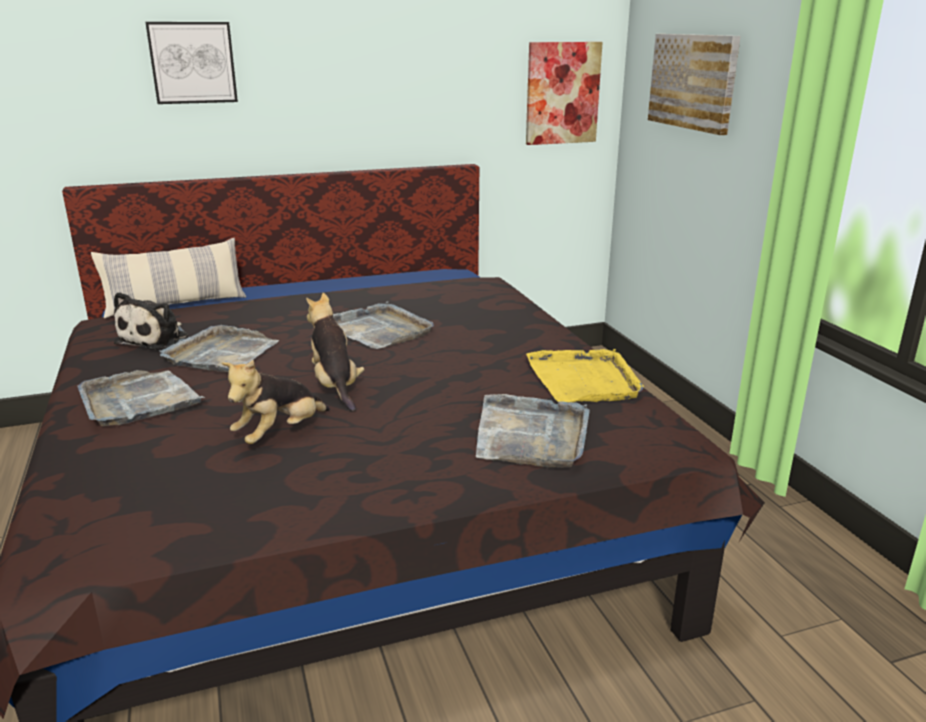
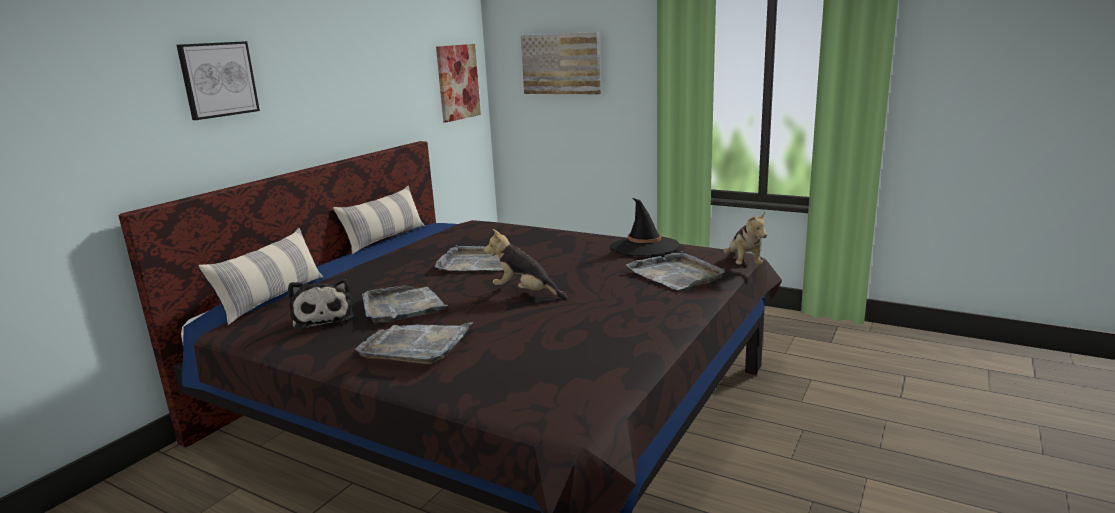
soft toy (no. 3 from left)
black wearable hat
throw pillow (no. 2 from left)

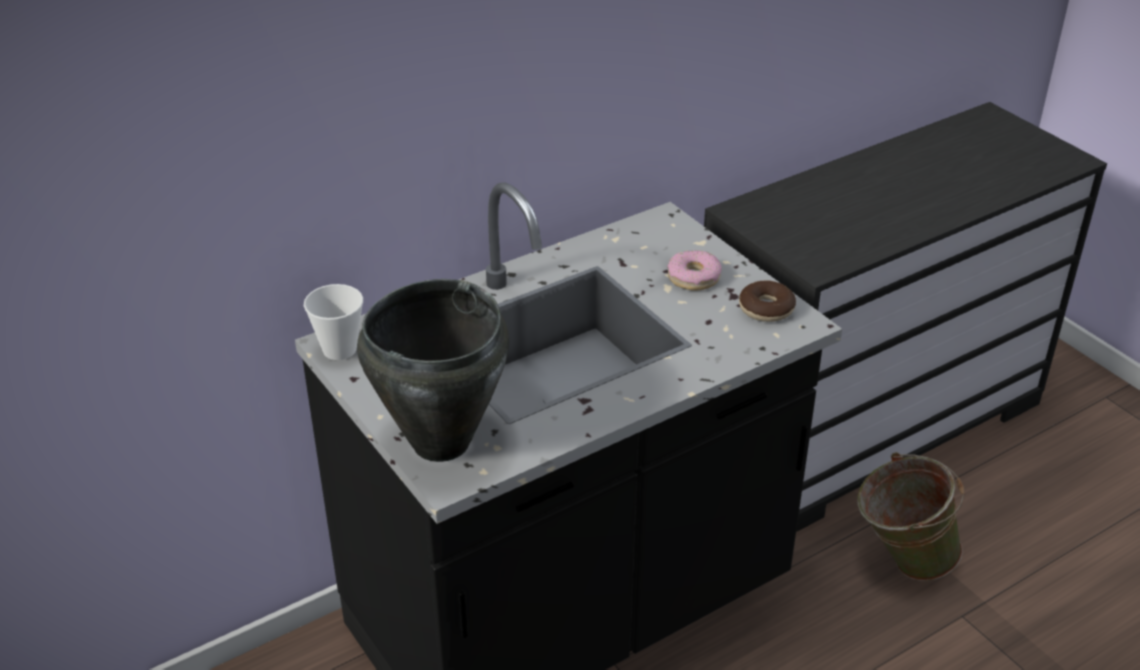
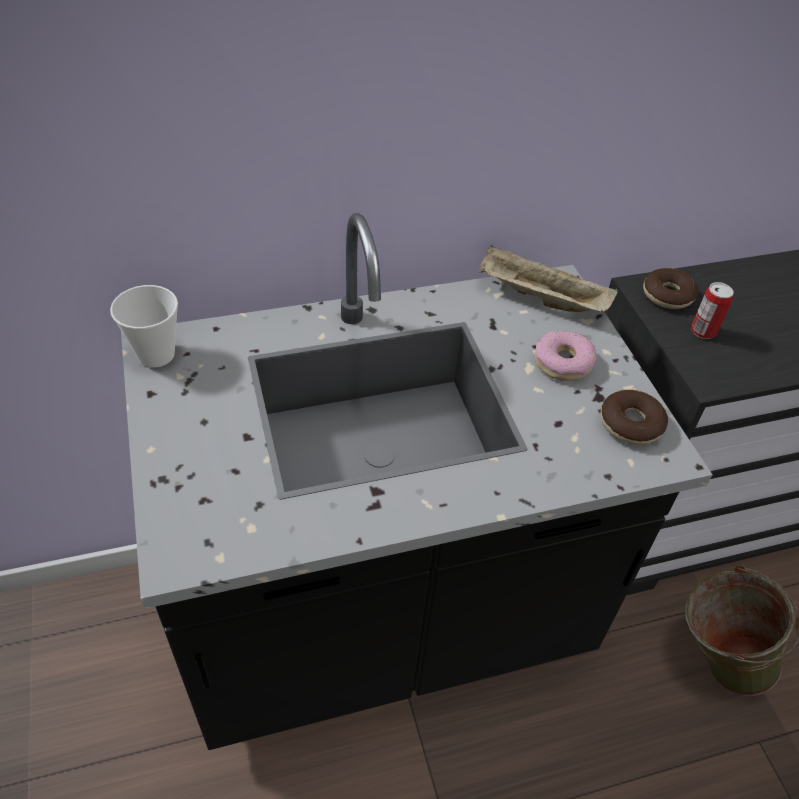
black saucepot
beige serving tray
ring doughnut (no. 3 from left)
sealed can

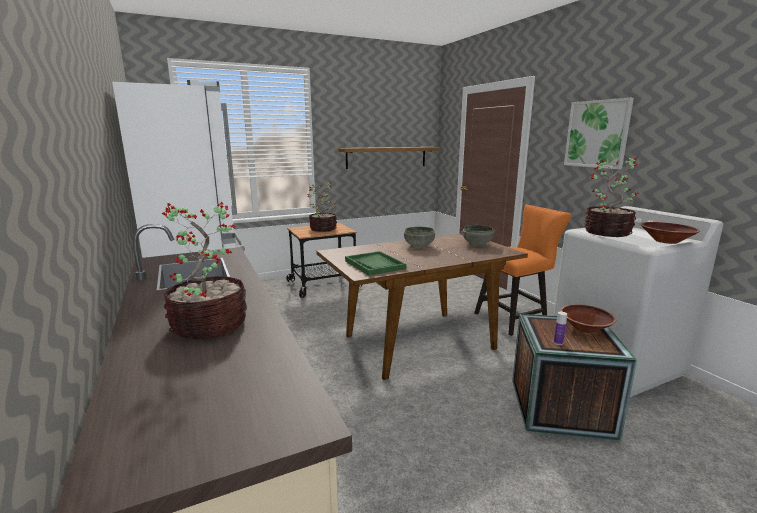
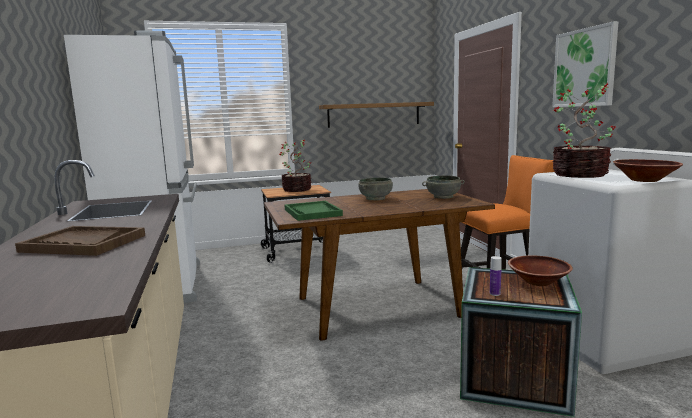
brown-coloured serving tray

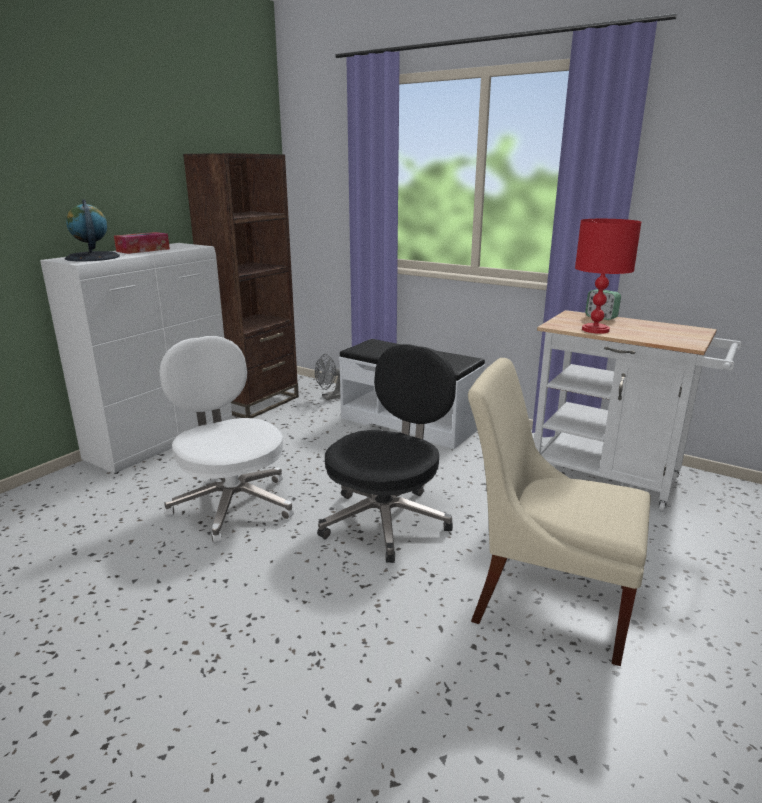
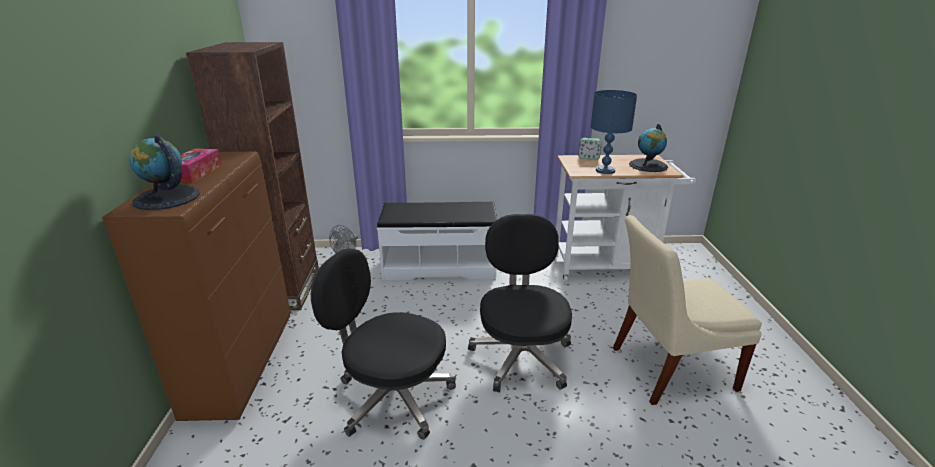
brown-coloured cabinet
black desk chair (no. 1 from left)
bluish lamp for a table
globe (no. 2 from left)

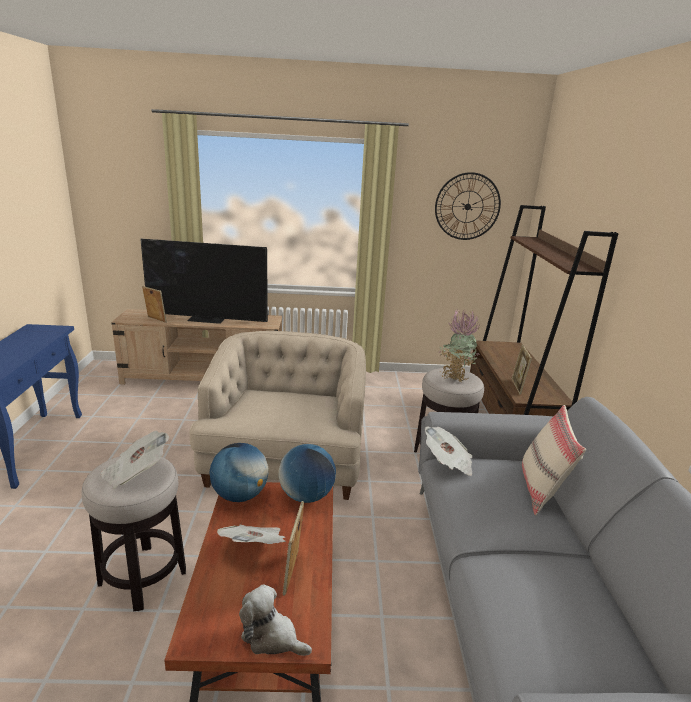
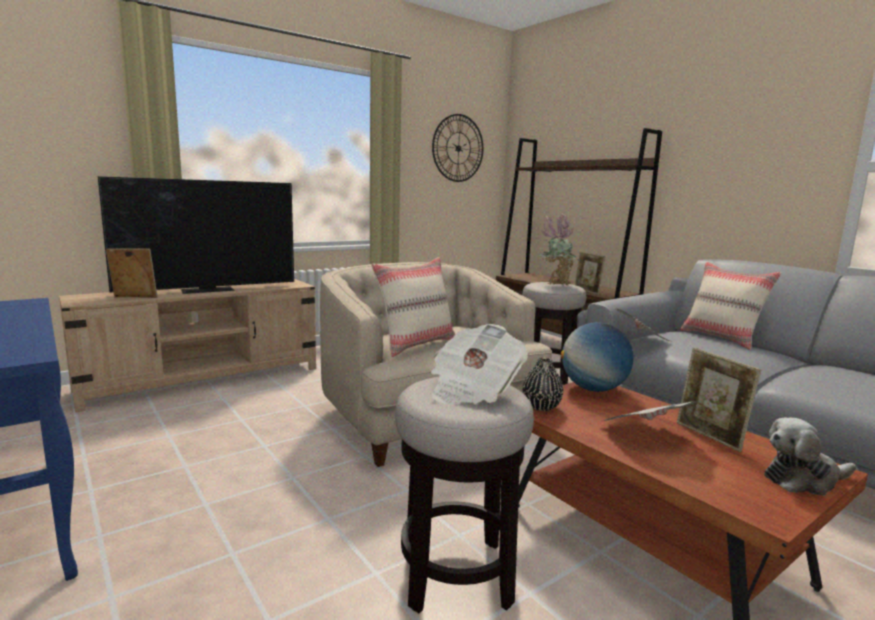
black flower vase
beige throw pillow (no. 1 from left)

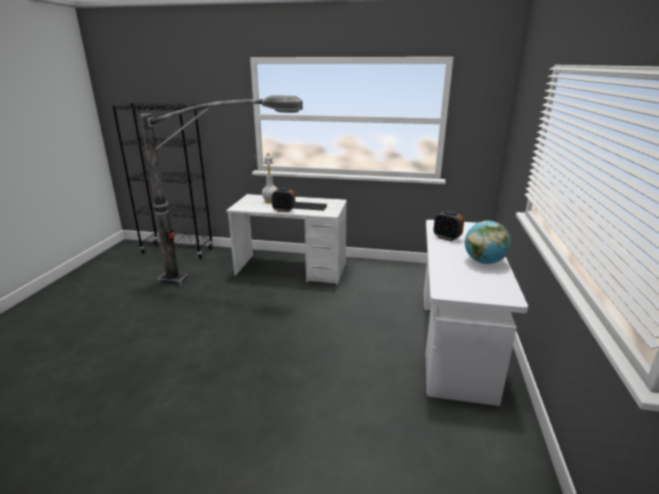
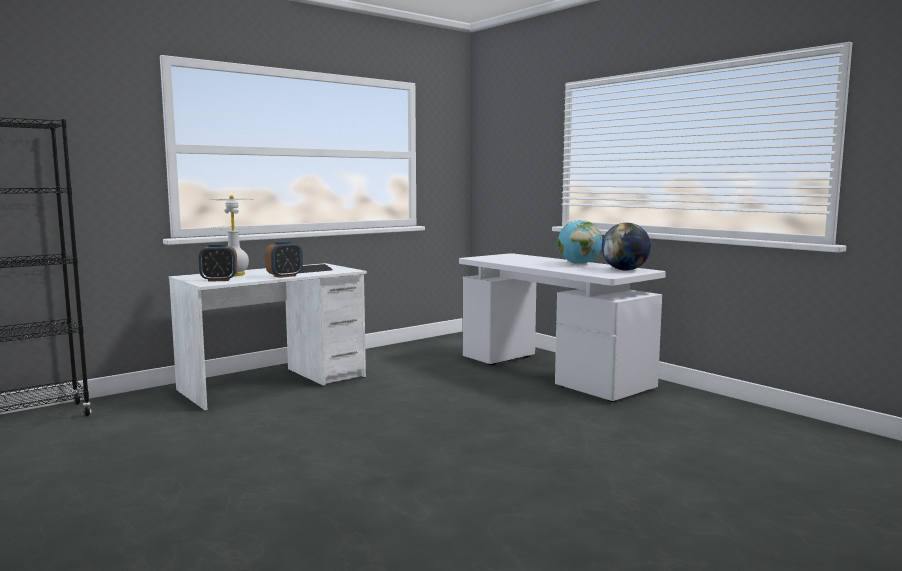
floor lamp
table clock (no. 1 from left)
globe (no. 2 from left)

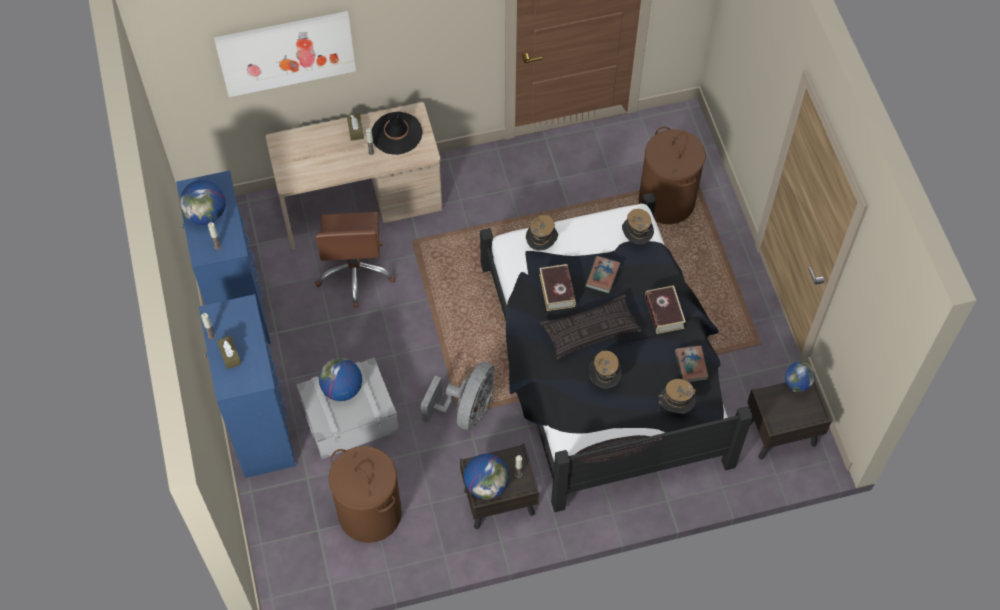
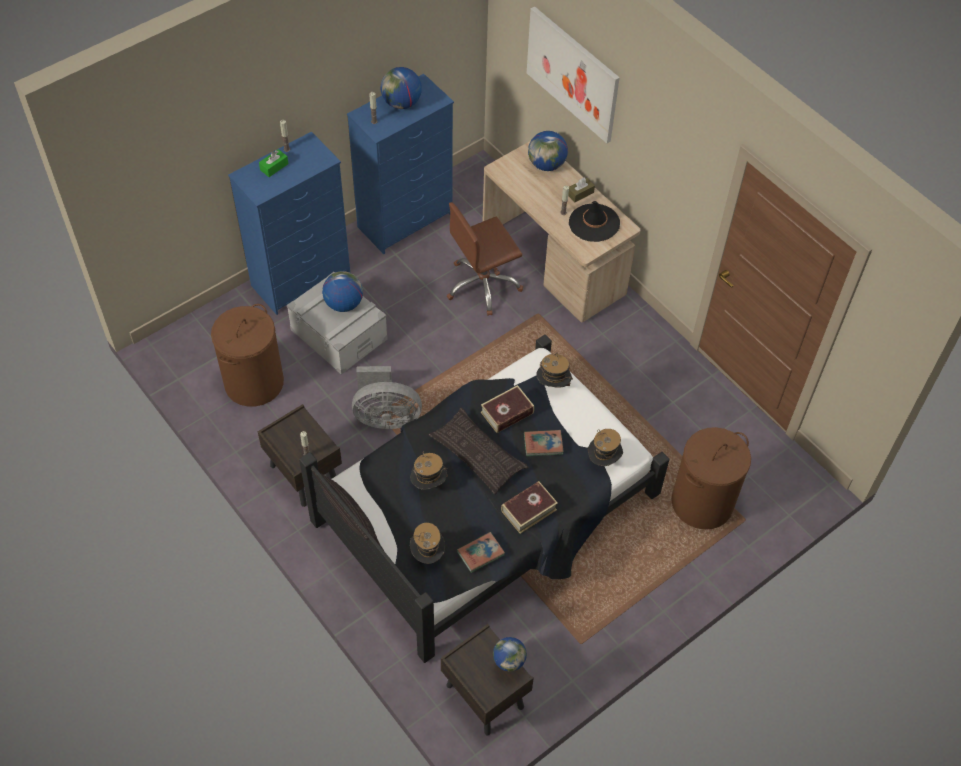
green-coloured box of tissues
globe (no. 4 from left)

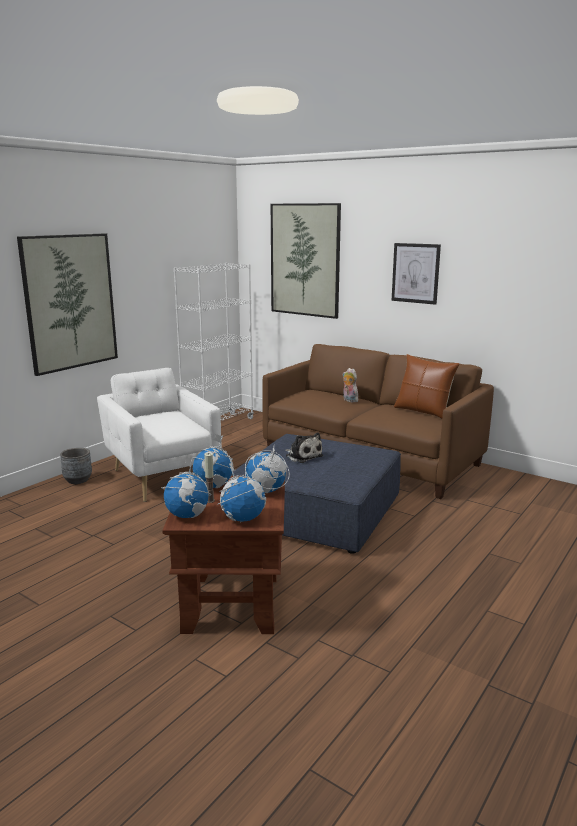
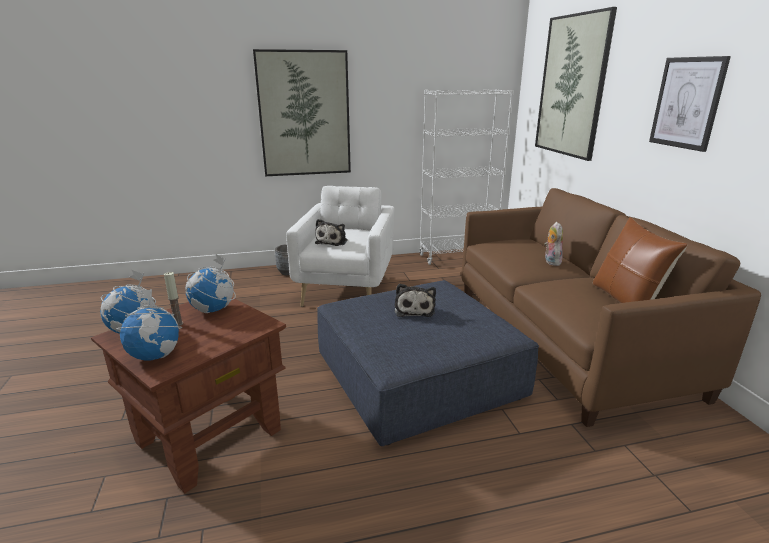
globe (no. 4 from left in the first image)
soft toy (no. 1 from left)

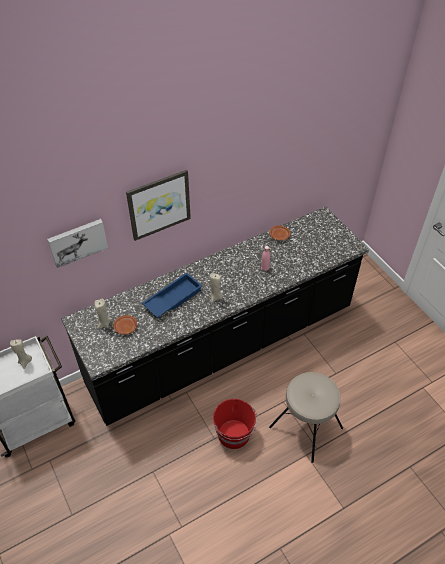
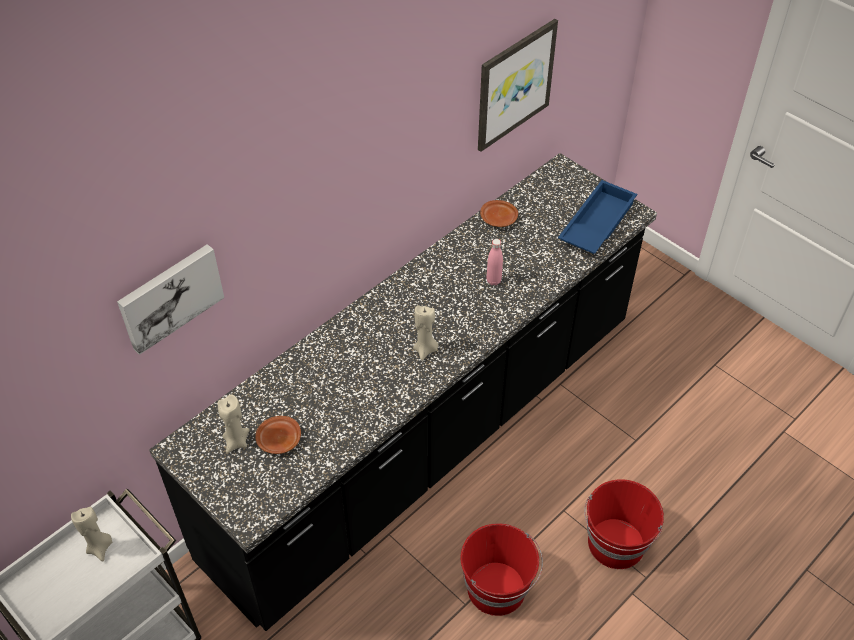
wall art (no. 2 from left)
bluish serving tray
red-coloured water bucket (no. 2 from left)

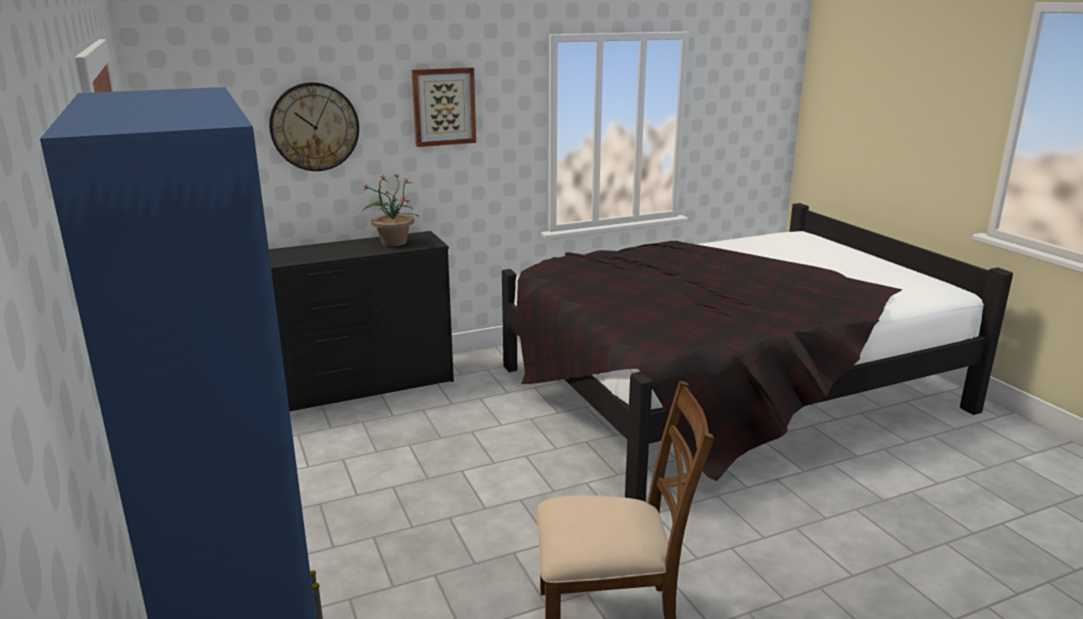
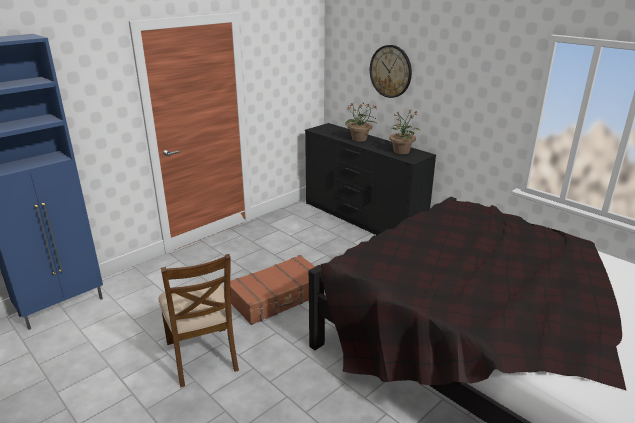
wall art
brown-coloured travel case
plant in a pot (no. 1 from left)

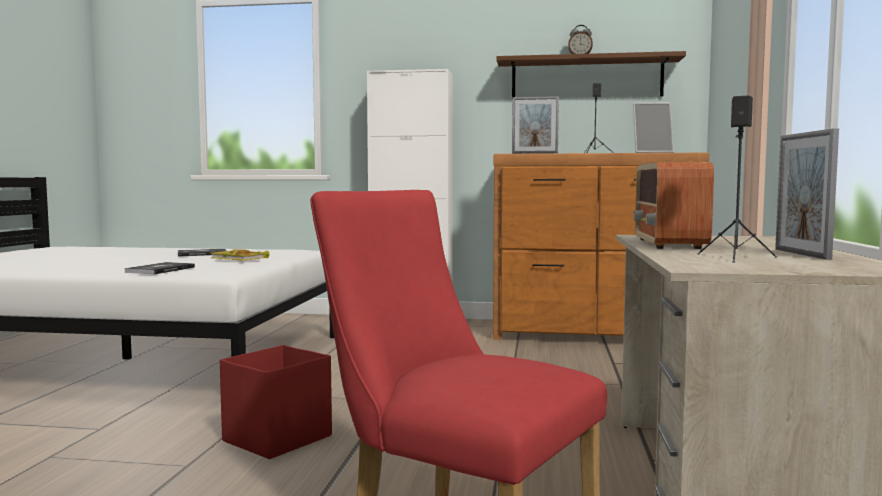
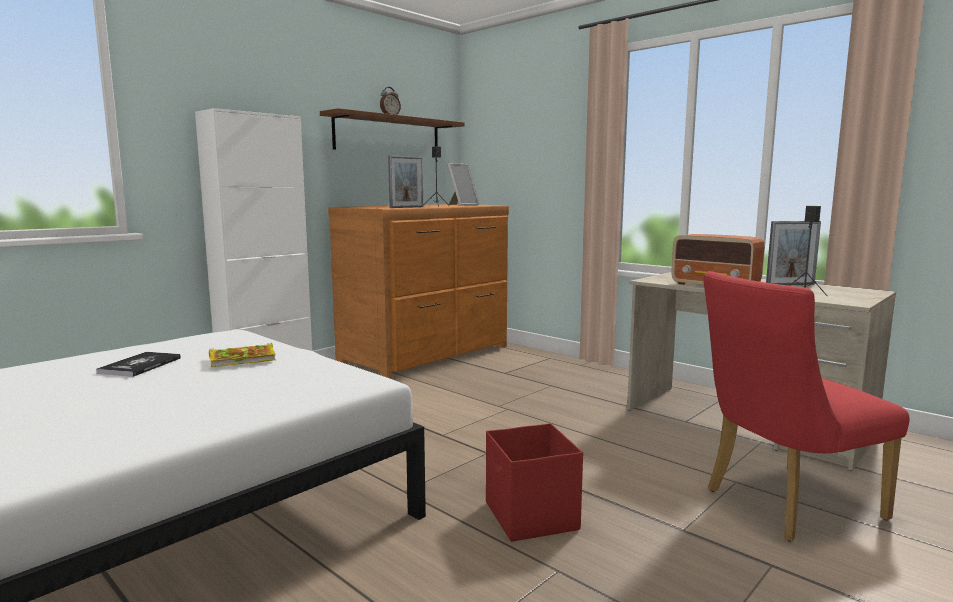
book (no. 1 from left in the first image)
picture frame (no. 3 from left)

